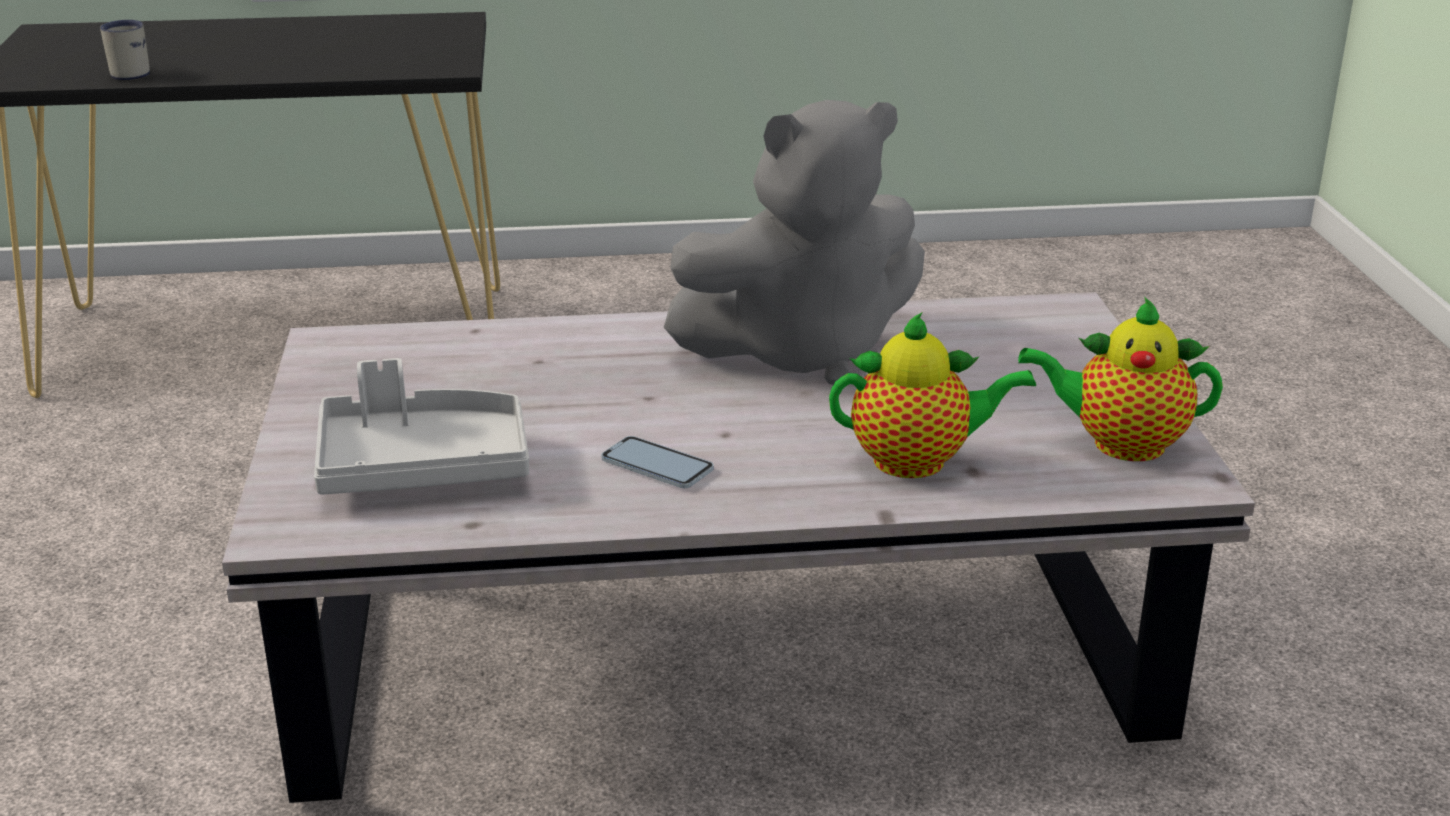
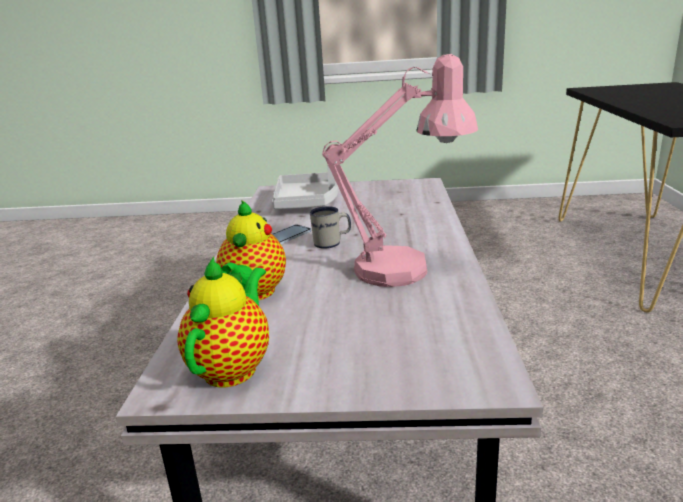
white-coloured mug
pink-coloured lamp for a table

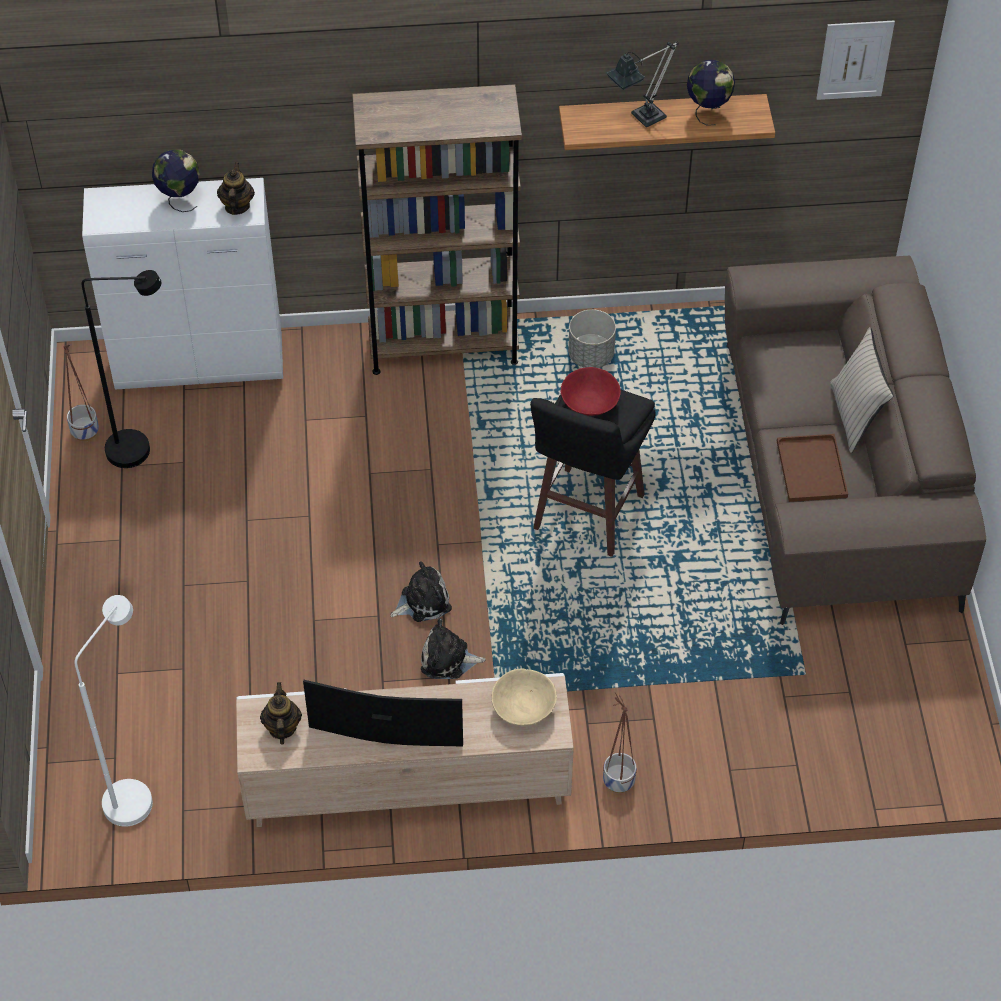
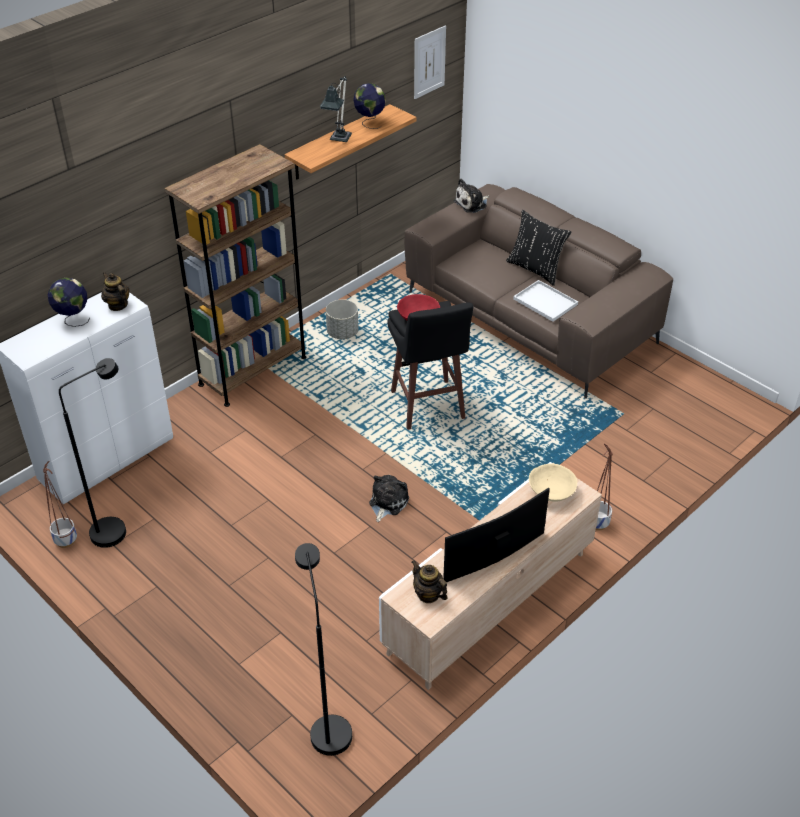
black floor lamp (no. 2 from left)
soft toy (no. 2 from left)
white-coloured serving tray
black throw pillow

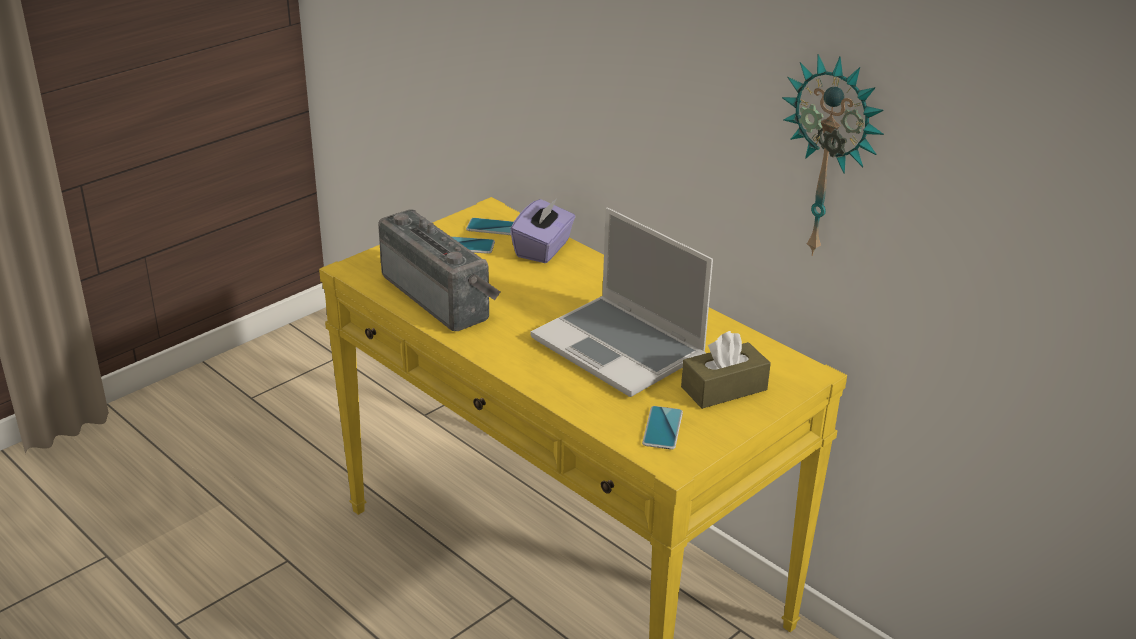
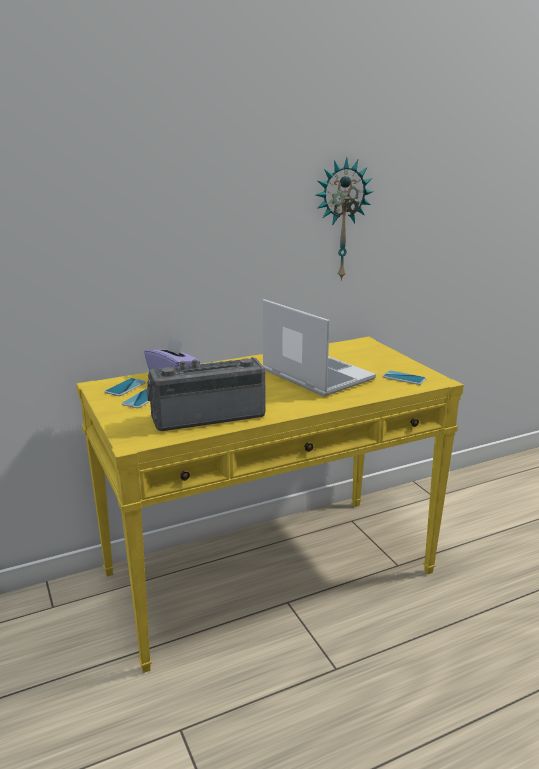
portable computer
brown-coloured box of tissues

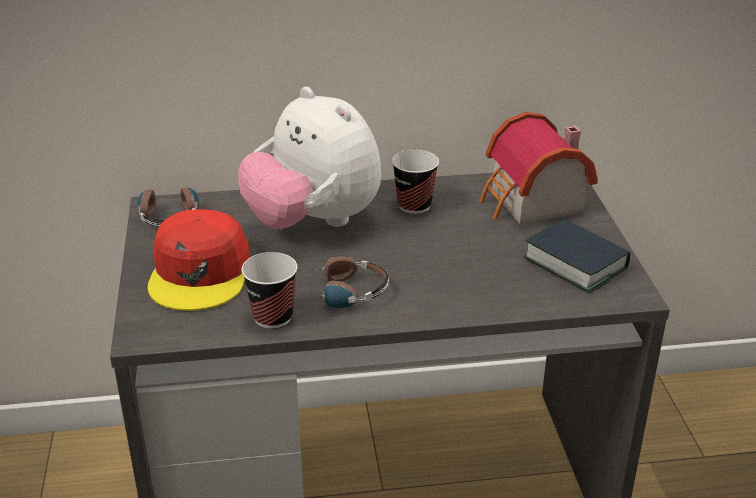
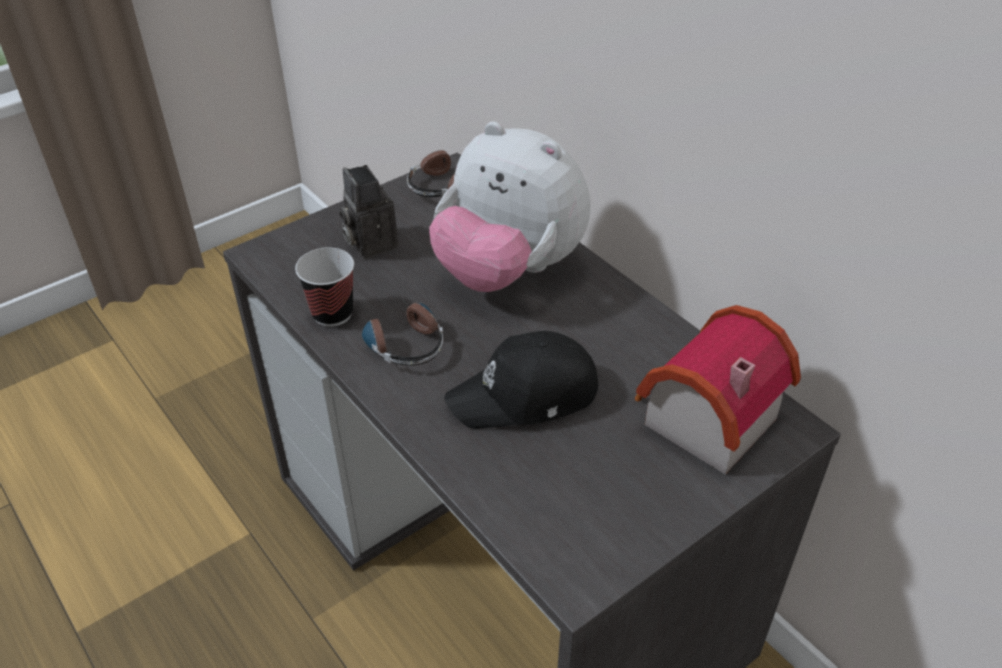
still camera
soft toy
drinking cup (no. 2 from left in the first image)
book
black cap

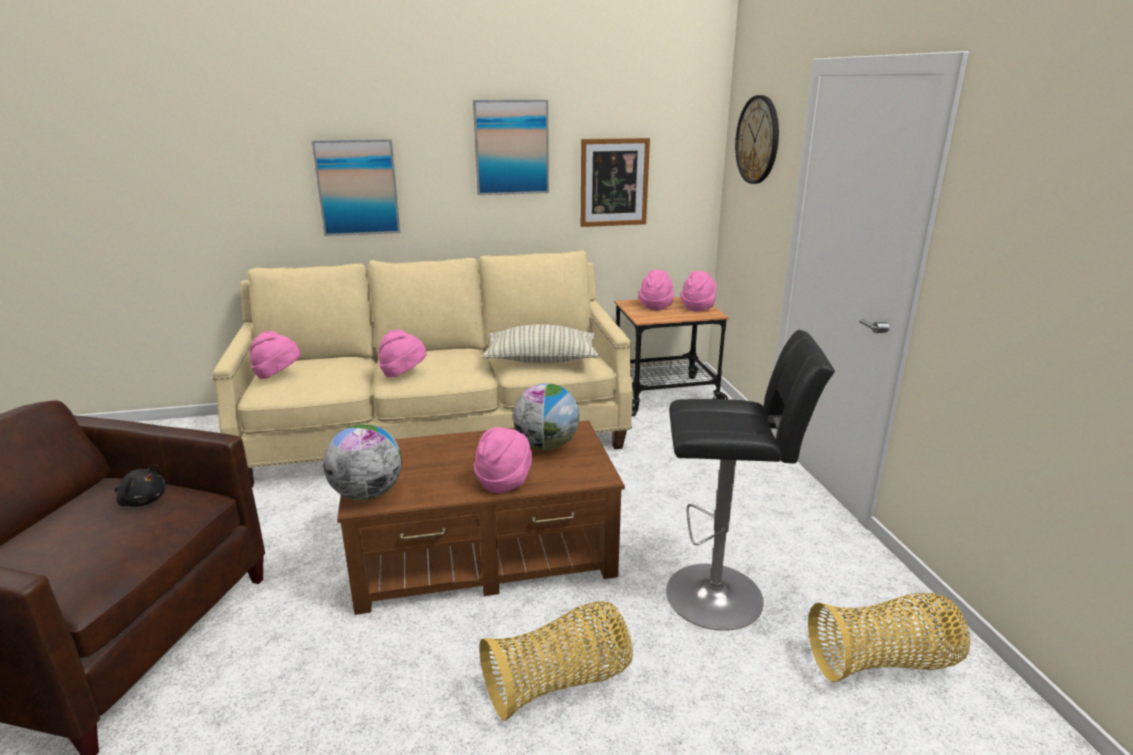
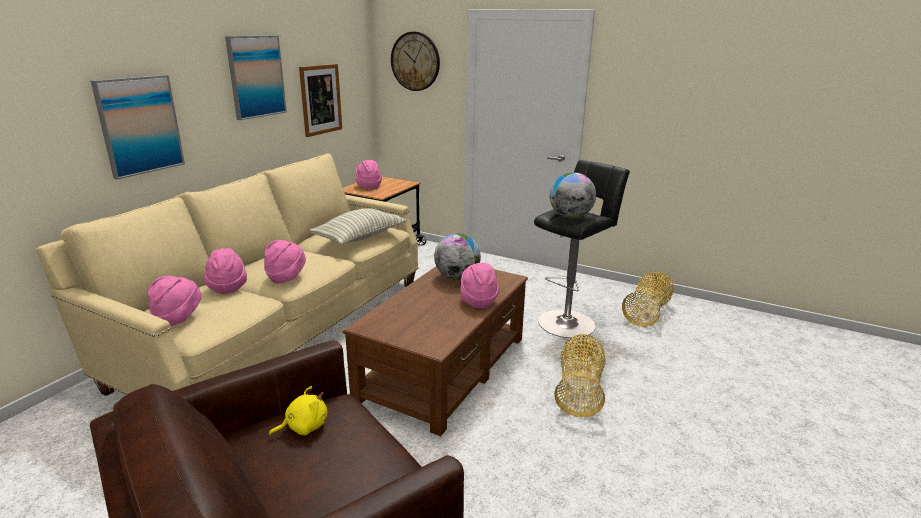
yellow soft toy
globe (no. 2 from left)
pink-coloured wearable hat (no. 2 from left)

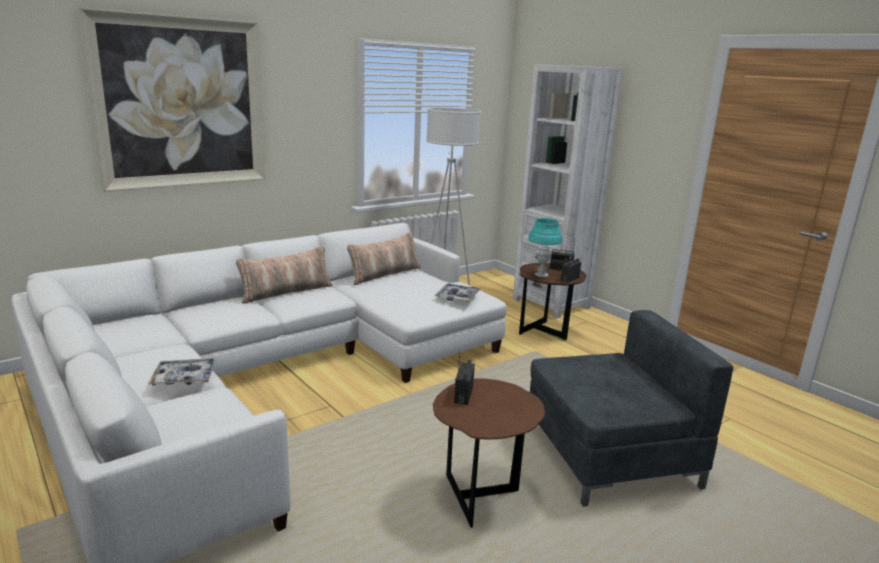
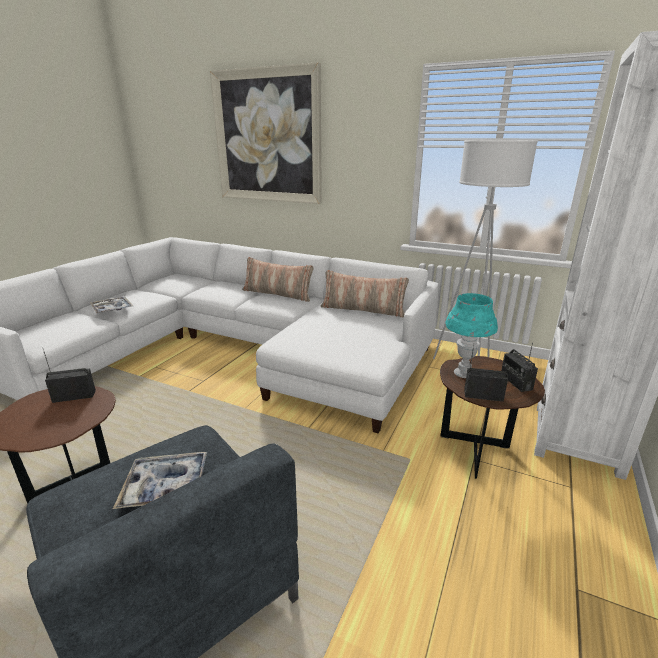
serving tray (no. 2 from left)

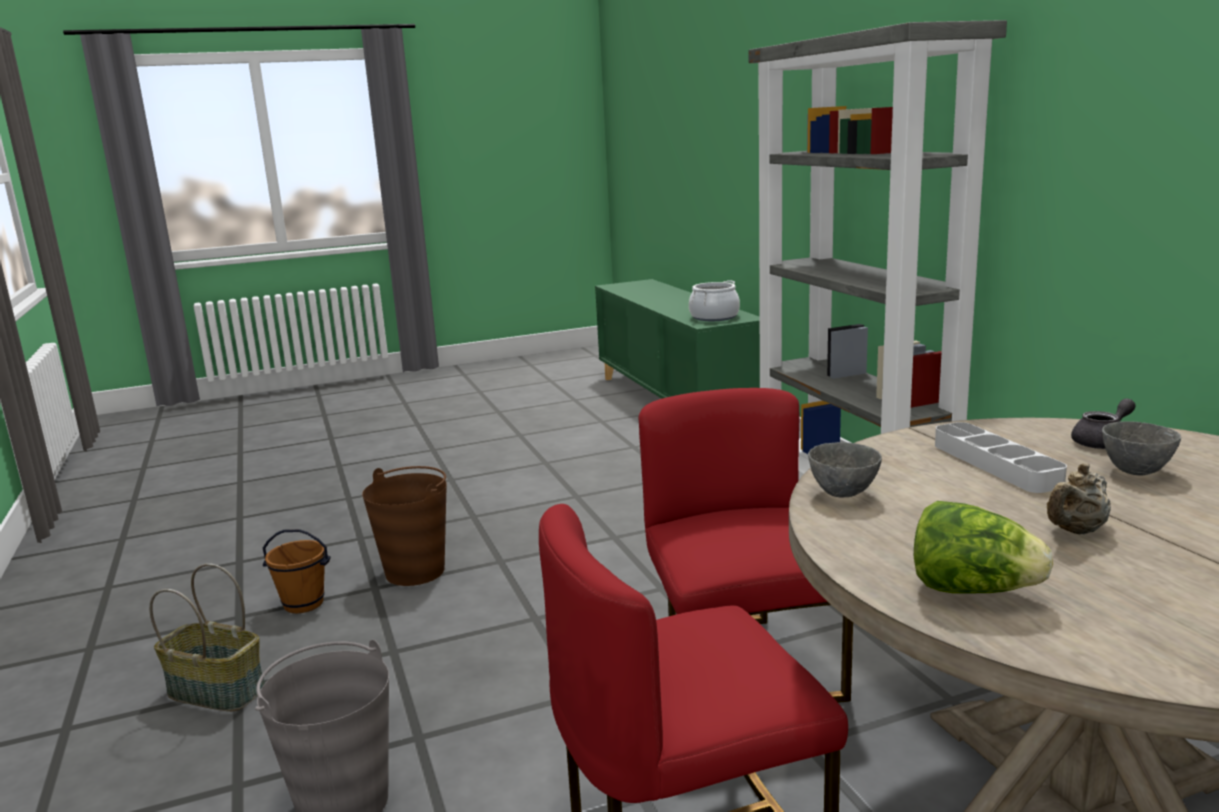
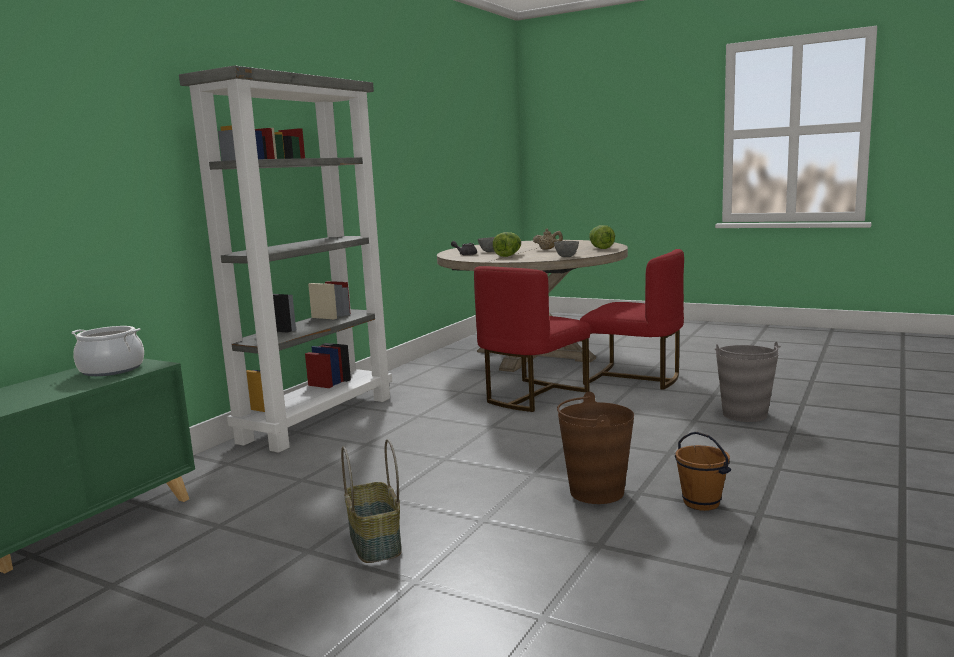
household basket
lettuce (no. 1 from left)

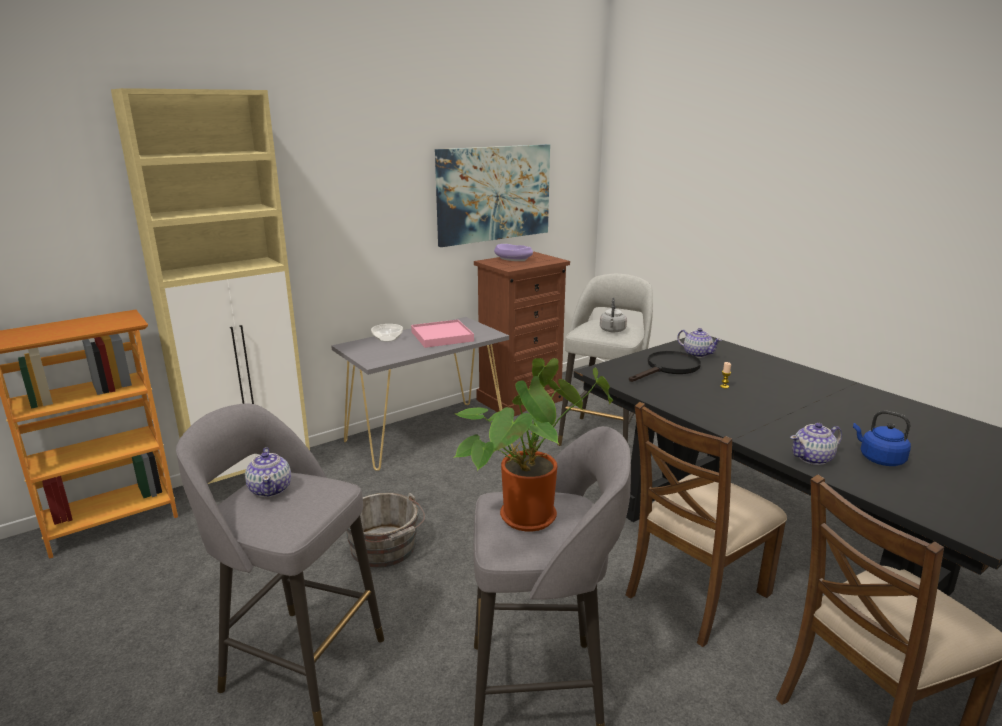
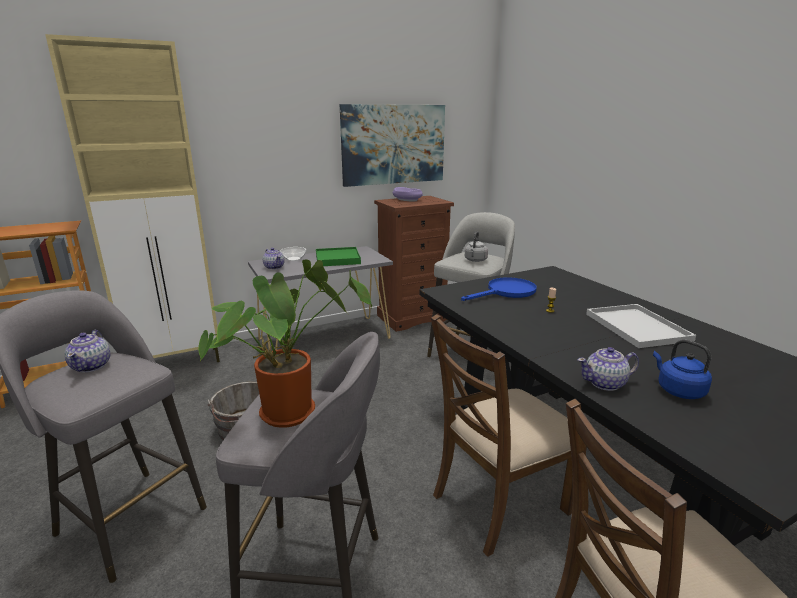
green-coloured serving tray
bluish frying pan
pot for tea (no. 2 from left)
white-coloured serving tray

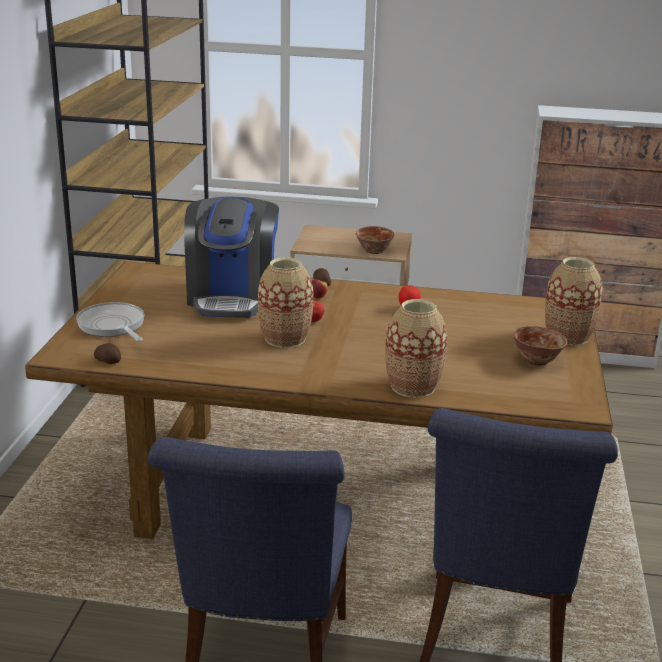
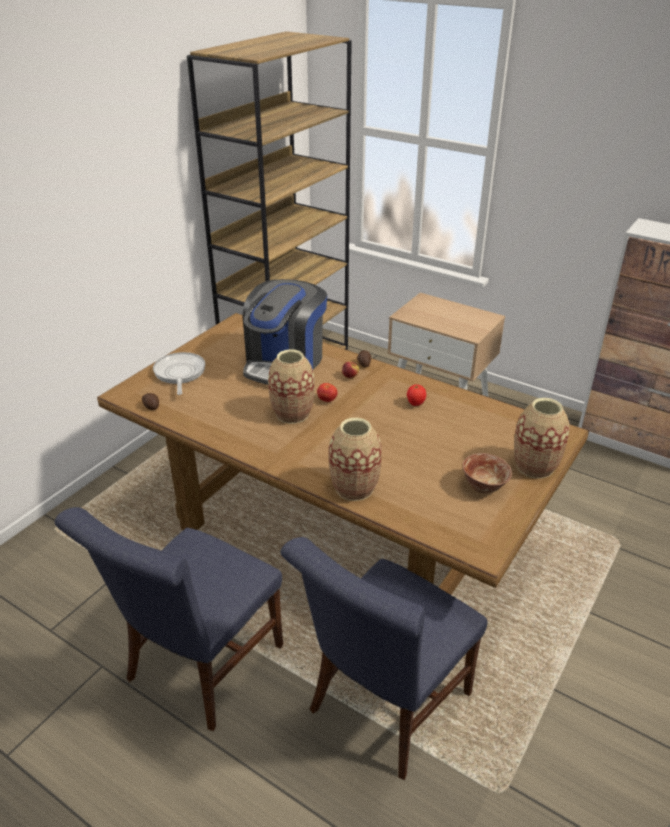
deep dish (no. 1 from left in the first image)

